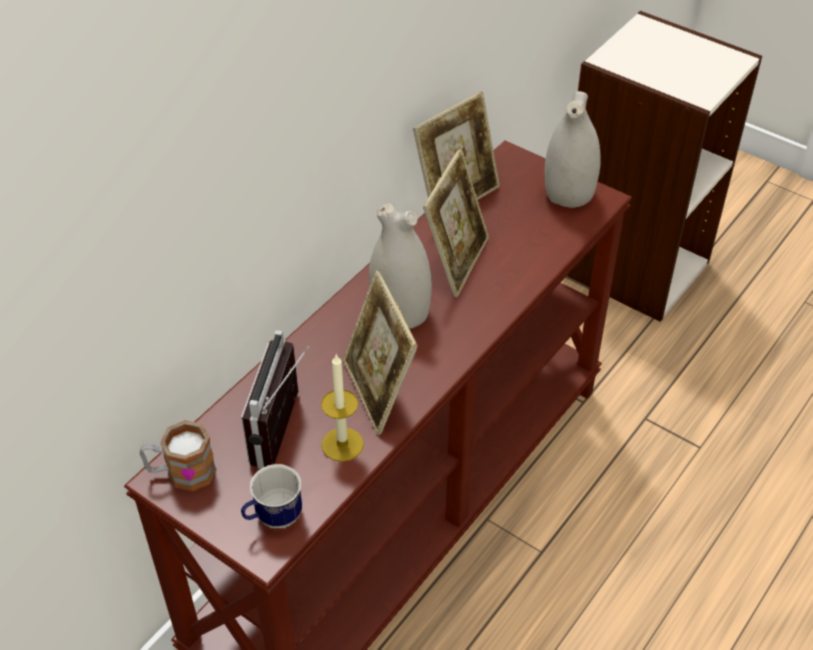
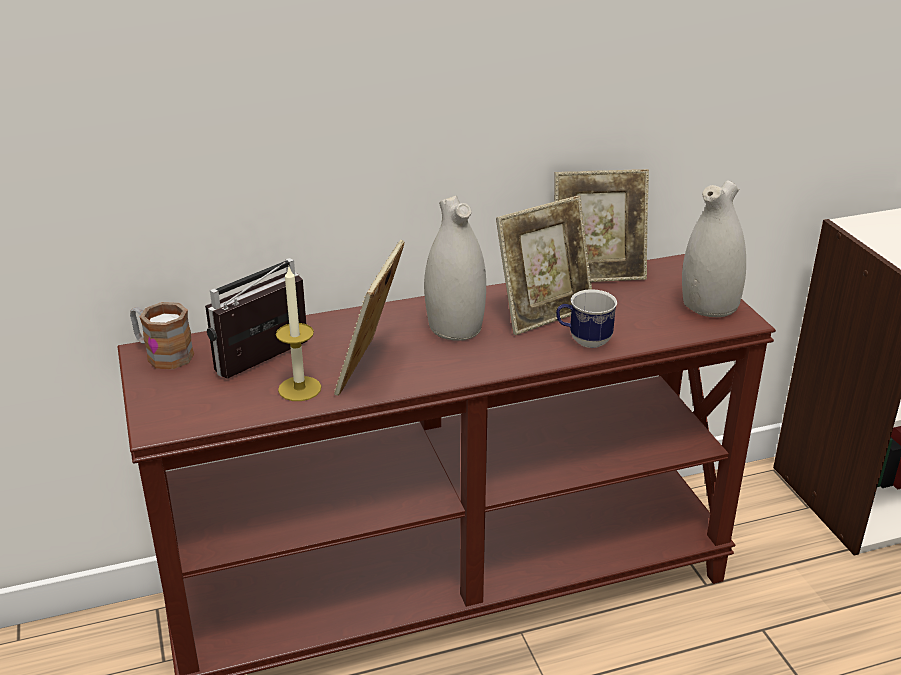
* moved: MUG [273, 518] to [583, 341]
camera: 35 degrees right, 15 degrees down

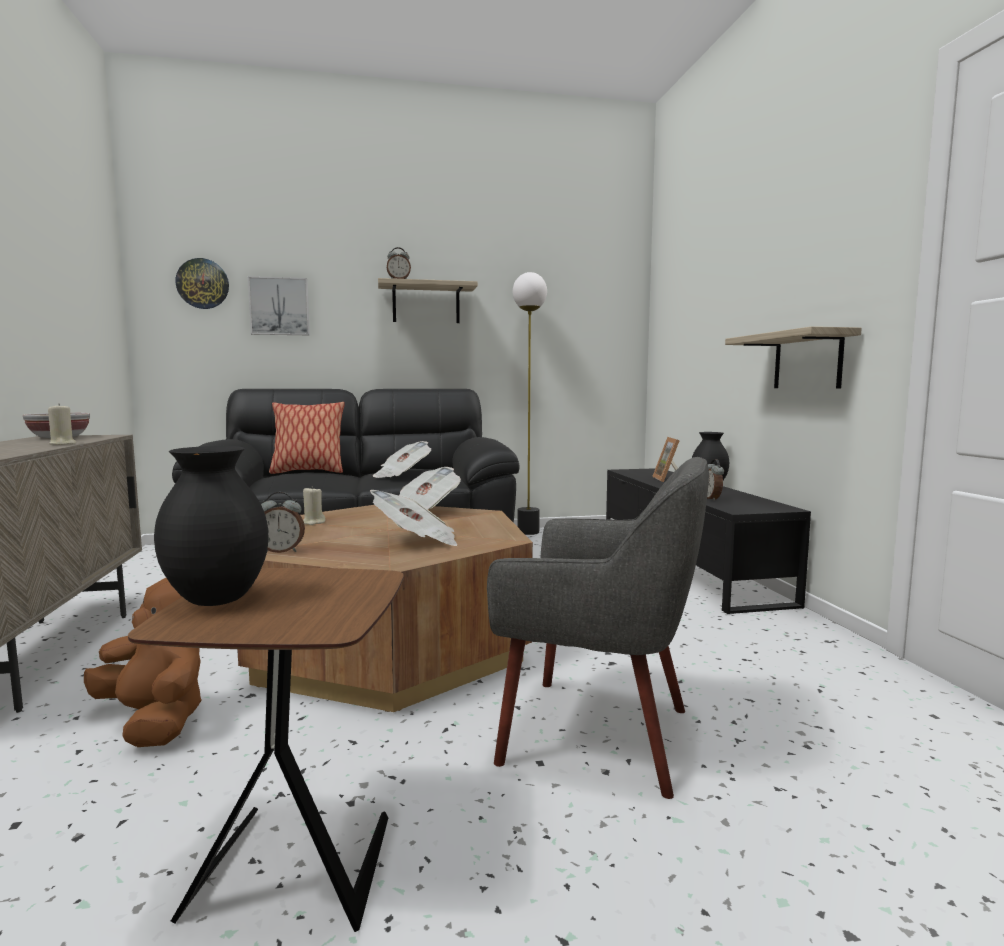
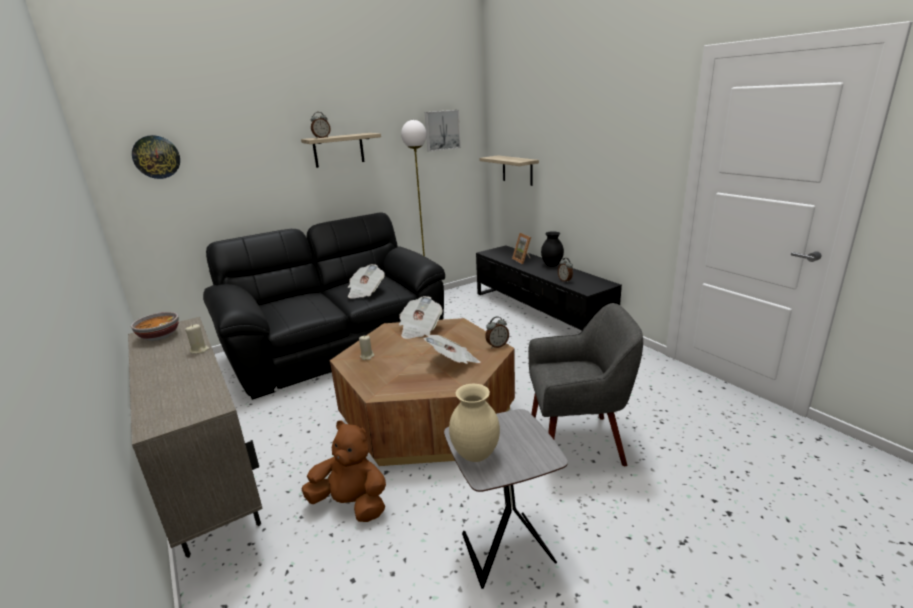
* removed: THROW PILLOW [308, 472]
* moved: WALL ART [279, 306] to [441, 130]
* moved: TABLE CLOCK [281, 551] to [497, 345]
* moved: SHELF [807, 361] to [517, 170]
* recoloured: BROWN-COLOURED ACCENT TABLE [295, 861] to GRAY ACCENT TABLE [504, 546]
* recoloured: BLACK-COLOURED DECORATIVE VASE [219, 600] to SAND-COLOURED DECORATIVE VASE [476, 454]
camera: 20 degrees left, 15 degrees up

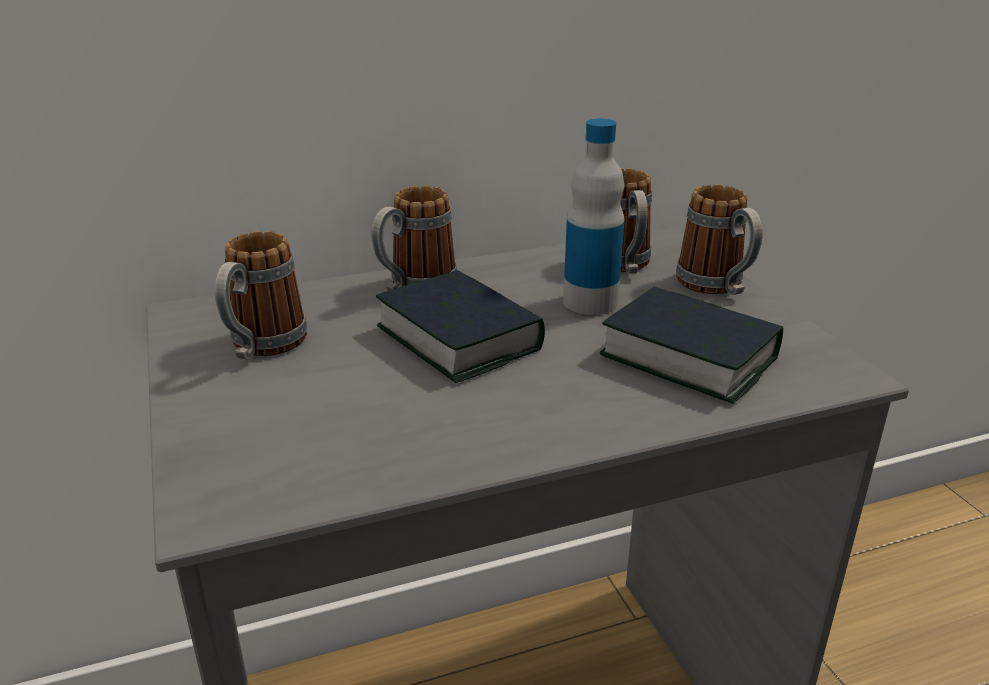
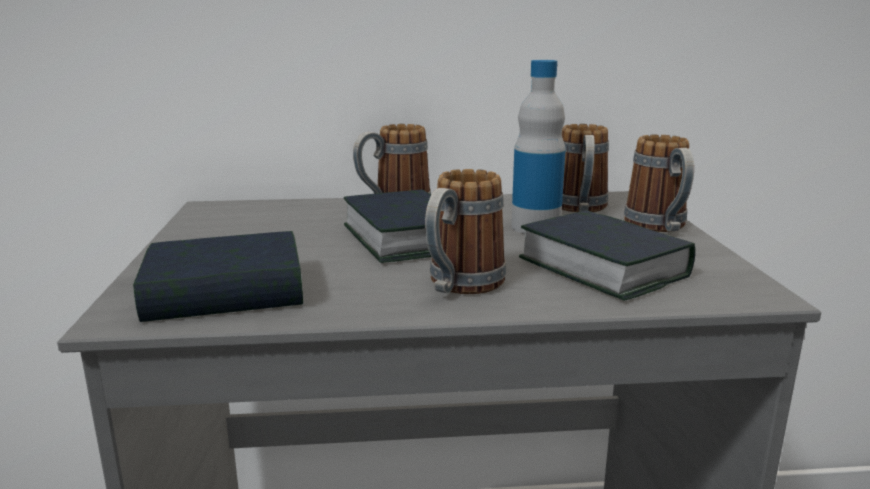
* added: BOOK [225, 292]
* moved: MUG [261, 348] to [459, 287]
camera: 15 degrees right, 10 degrees down

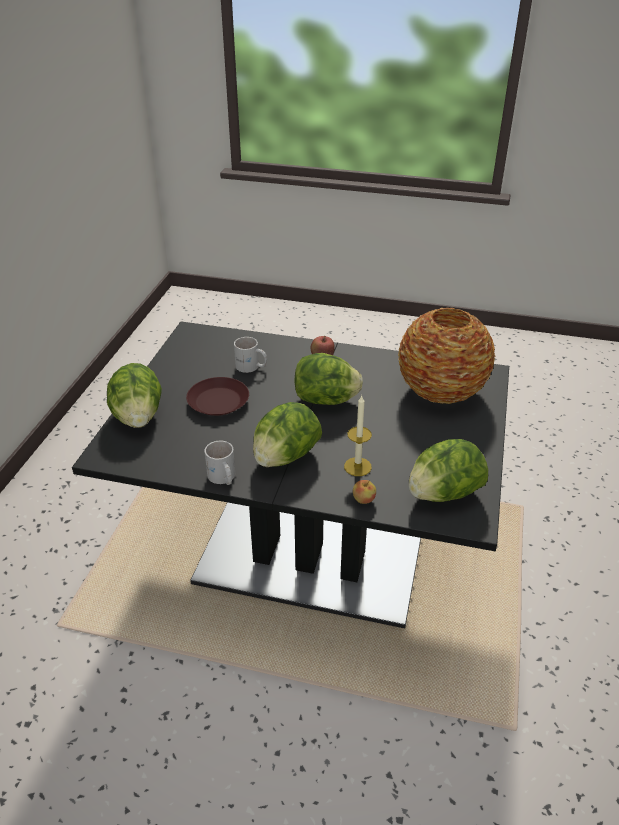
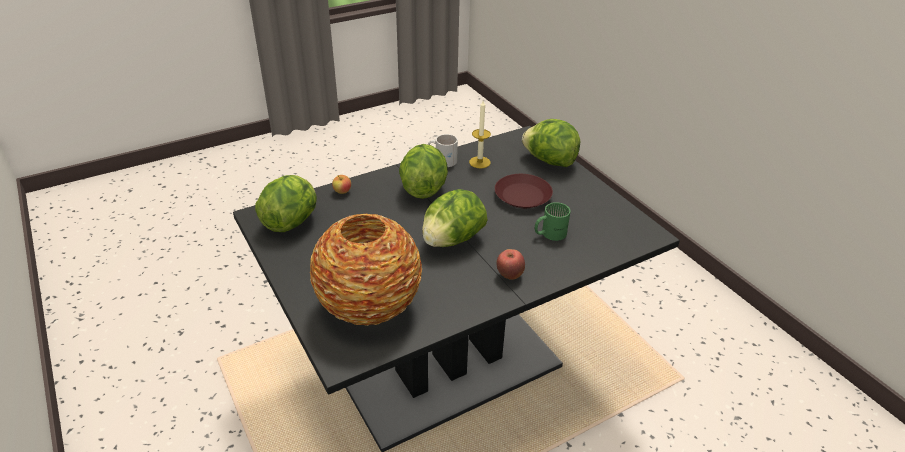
* moved: WAX LIGHT [357, 466] to [479, 162]
* recoloured: WHITISH MUG [251, 367] to GREEN-COLOURED MUG [549, 233]
camera: 135 degrees right, 0 degrees up

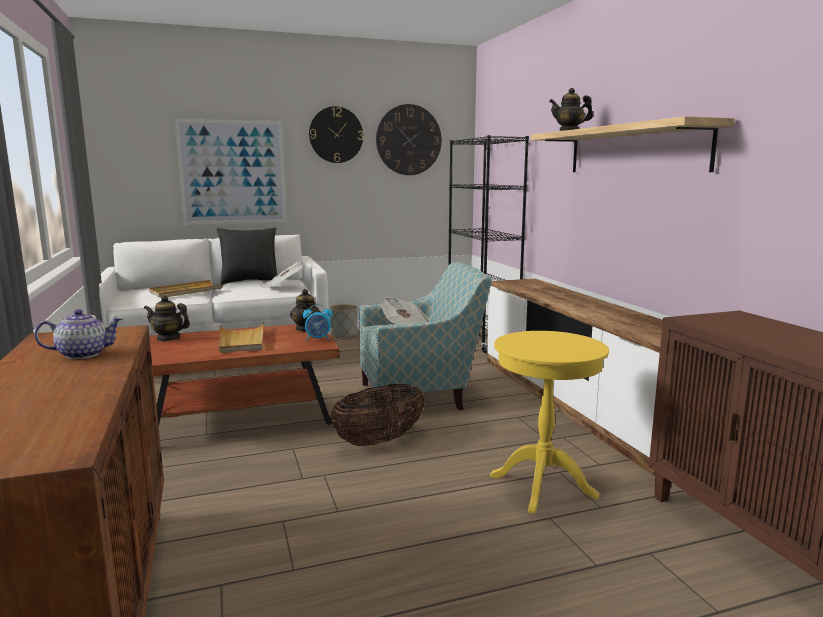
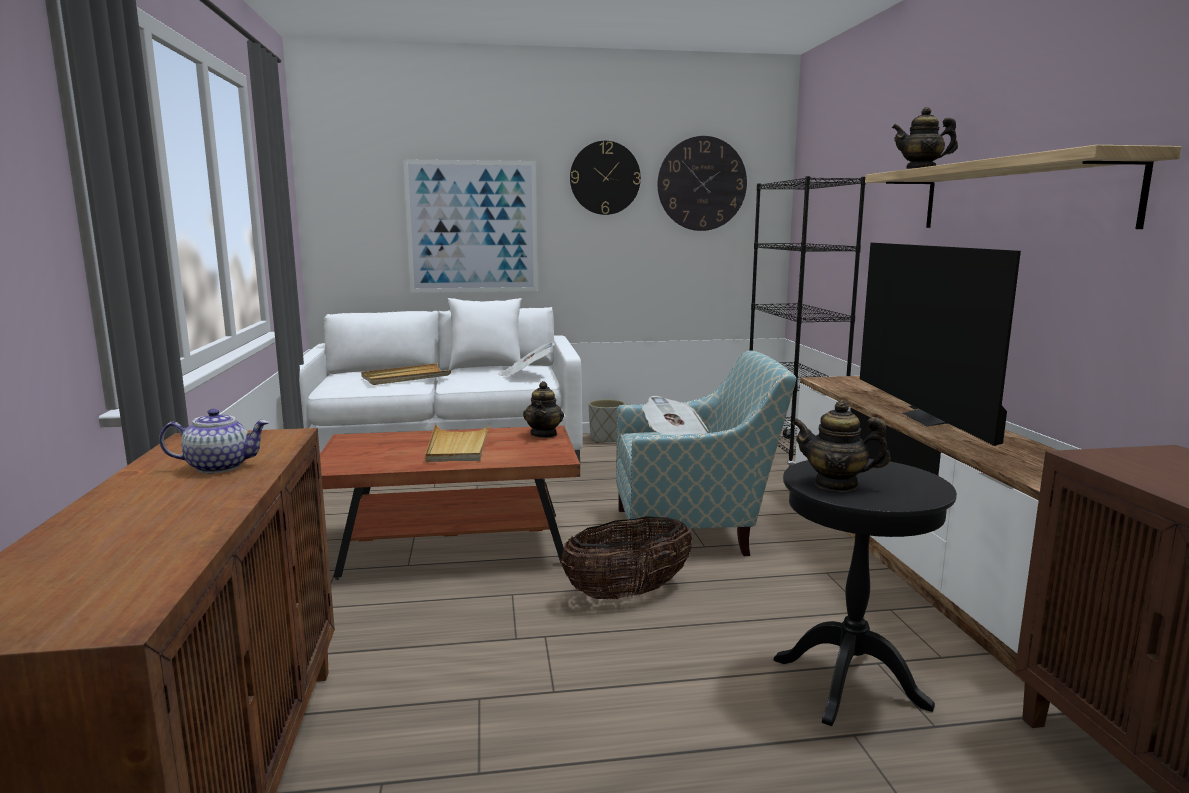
* removed: TABLE CLOCK [318, 339]
* added: TV SET [931, 419]
* moved: POT FOR TEA [168, 338] to [836, 484]
* recoloured: BLACK-COLOURED THROW PILLOW [250, 282] to WHITISH THROW PILLOW [486, 367]
* recoloured: YELLOWISH ACCENT TABLE [542, 486] to BLACK-COLOURED ACCENT TABLE [849, 683]
camera: 10 degrees right, 0 degrees up

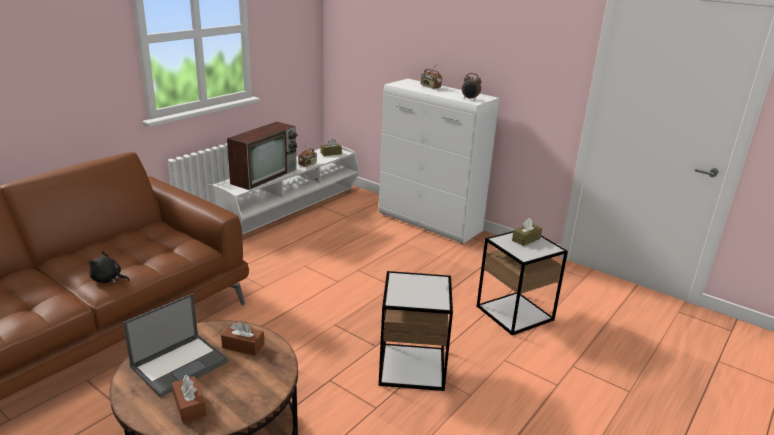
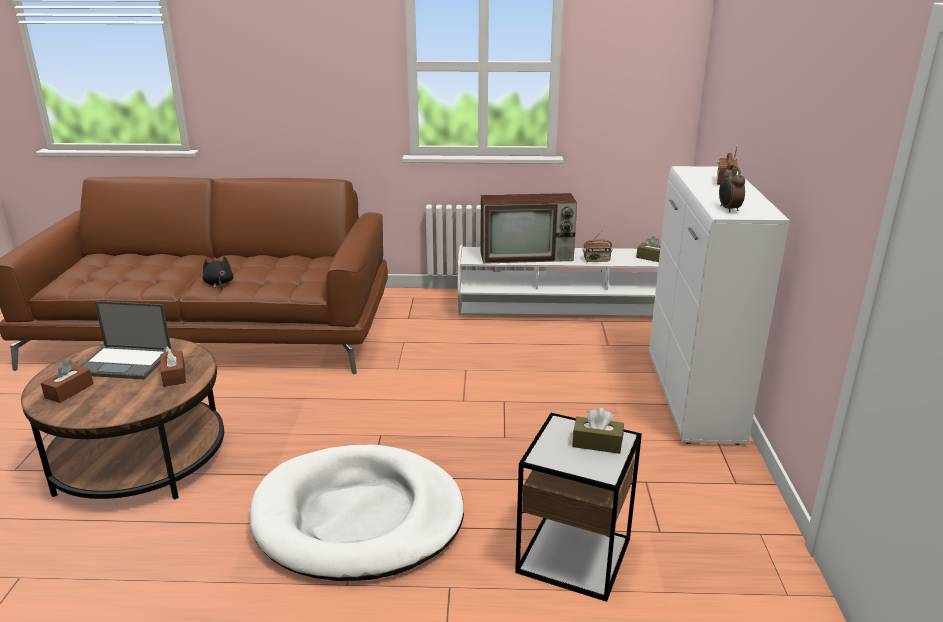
* replaced: ACCENT TABLE [412, 366] to WHITISH PET BED [358, 517]
camera: 55 degrees right, 0 degrees up

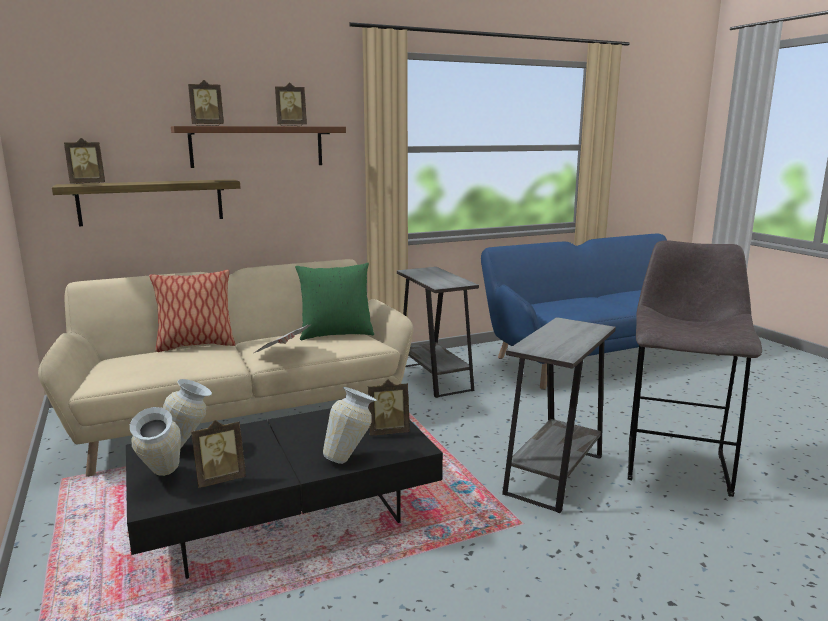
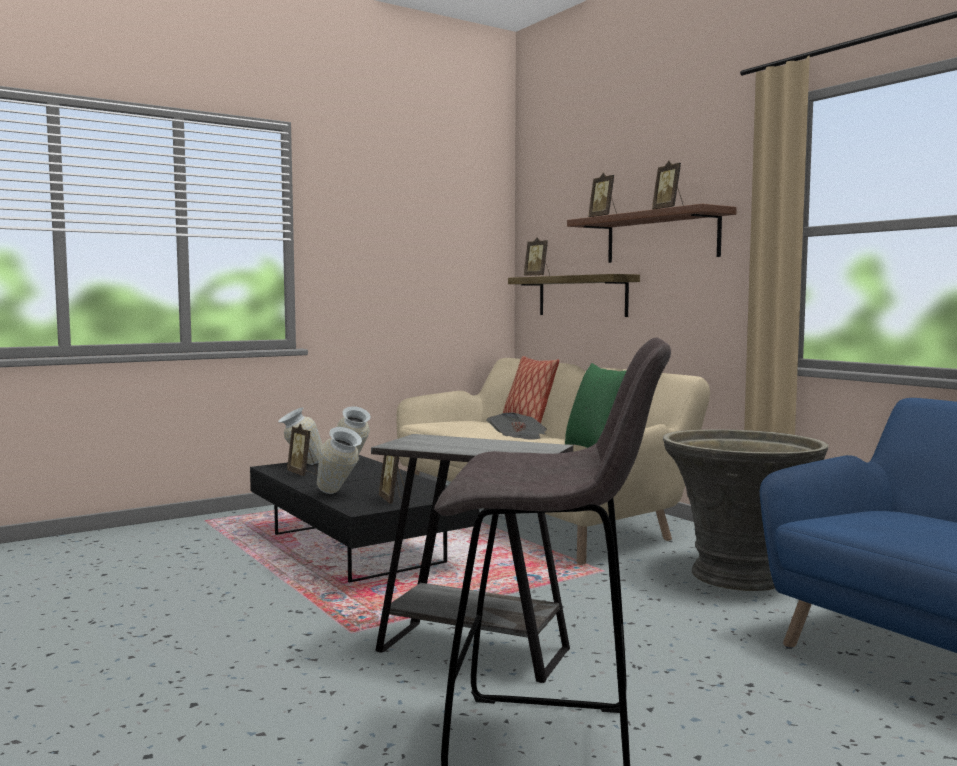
* replaced: GRAY ACCENT TABLE [434, 378] to GRAY PLANT POT [739, 576]
camera: 80 degrees right, 10 degrees down

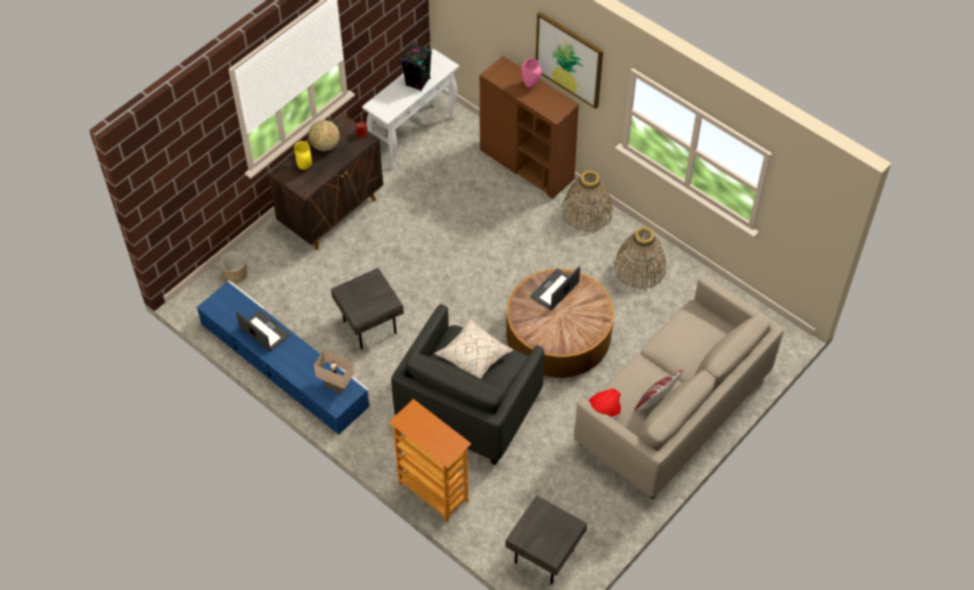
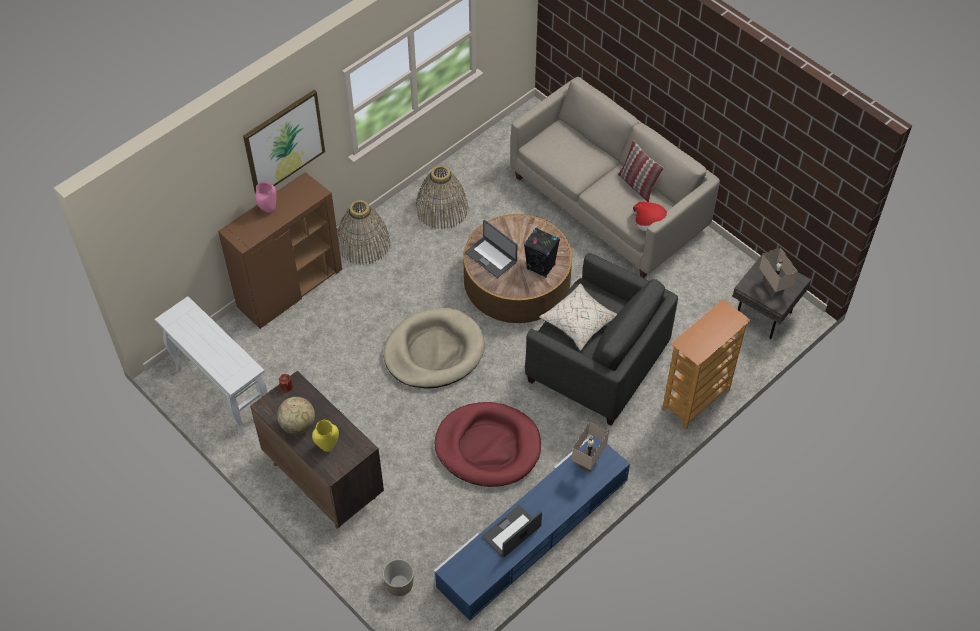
* added: SAND-COLOURED PET BED [434, 351]
* added: SAND-COLOURED LAMP FOR A TABLE [774, 288]
* moved: BLACK-COLOURED SPEAKER [417, 82] to [541, 267]
* replaced: GRAY ACCENT TABLE [370, 325] to RED PET BED [488, 447]
camera: 85 degrees left, 0 degrees up

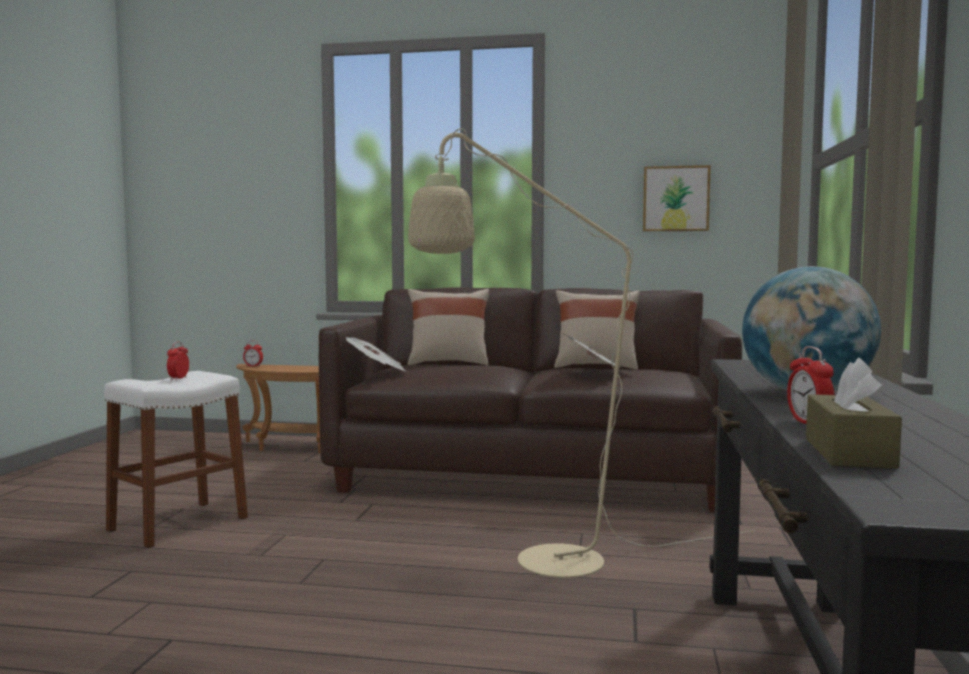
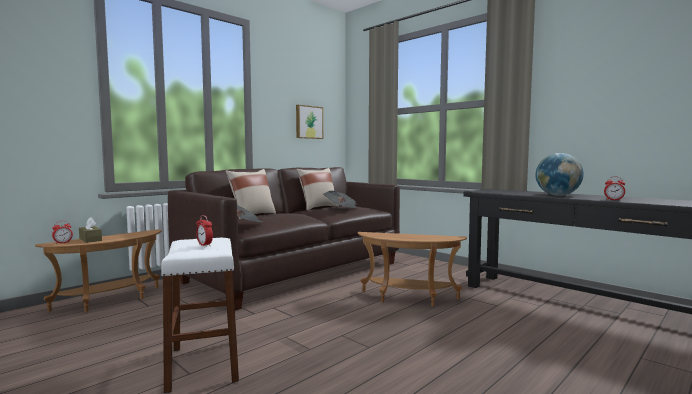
* moved: BROWN-COLOURED BOX OF TISSUES [849, 453] to [90, 239]
* replaced: SAND-COLOURED FLOOR LAMP [539, 564] to BROWN-COLOURED ACCENT TABLE [408, 299]
camera: 55 degrees left, 0 degrees up

